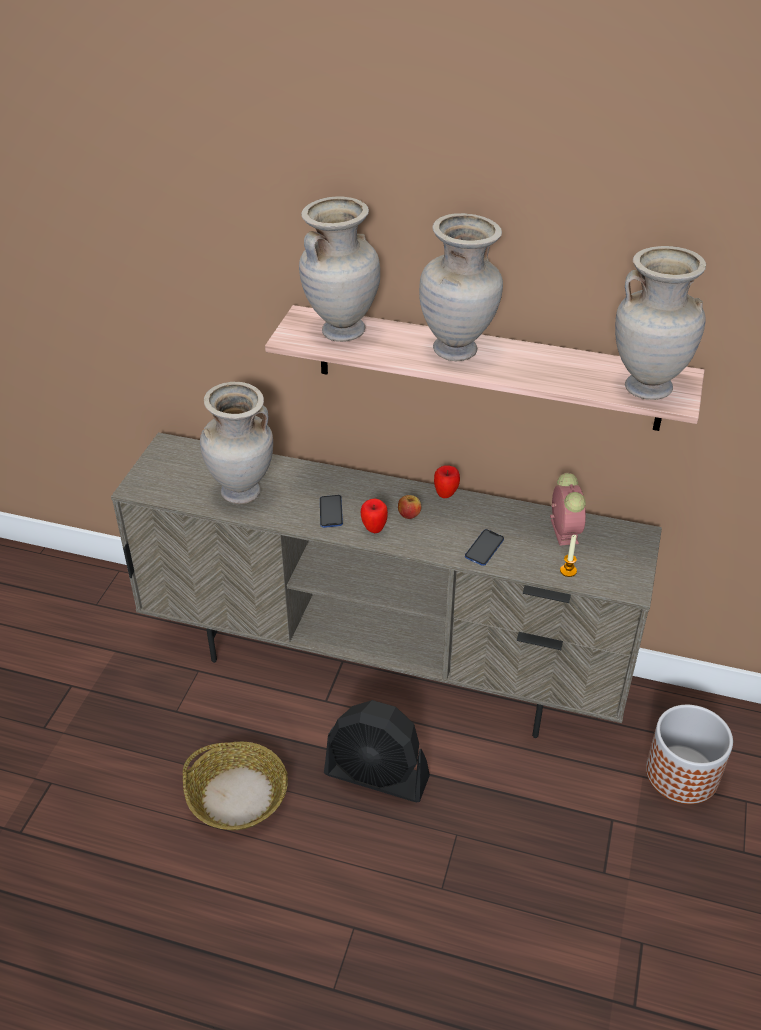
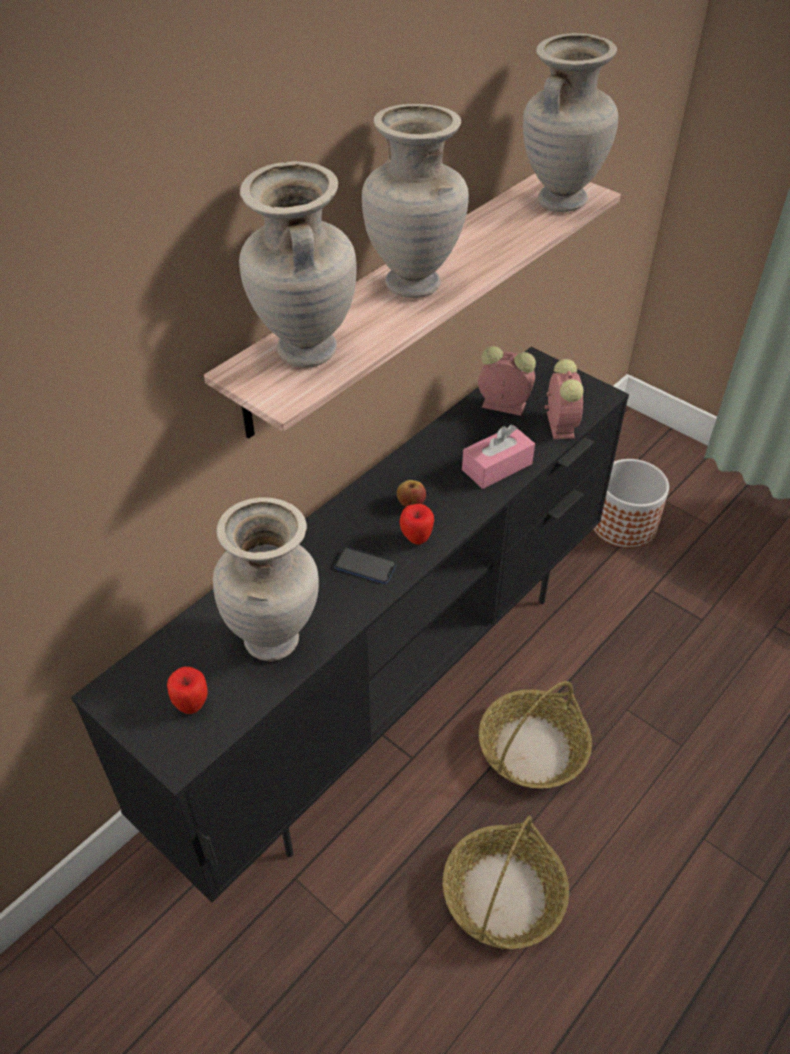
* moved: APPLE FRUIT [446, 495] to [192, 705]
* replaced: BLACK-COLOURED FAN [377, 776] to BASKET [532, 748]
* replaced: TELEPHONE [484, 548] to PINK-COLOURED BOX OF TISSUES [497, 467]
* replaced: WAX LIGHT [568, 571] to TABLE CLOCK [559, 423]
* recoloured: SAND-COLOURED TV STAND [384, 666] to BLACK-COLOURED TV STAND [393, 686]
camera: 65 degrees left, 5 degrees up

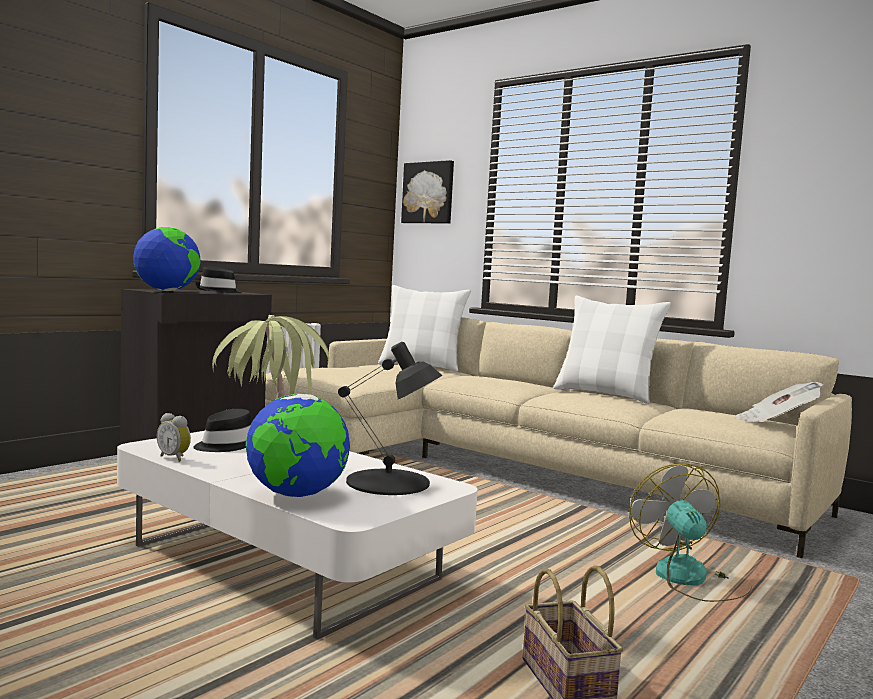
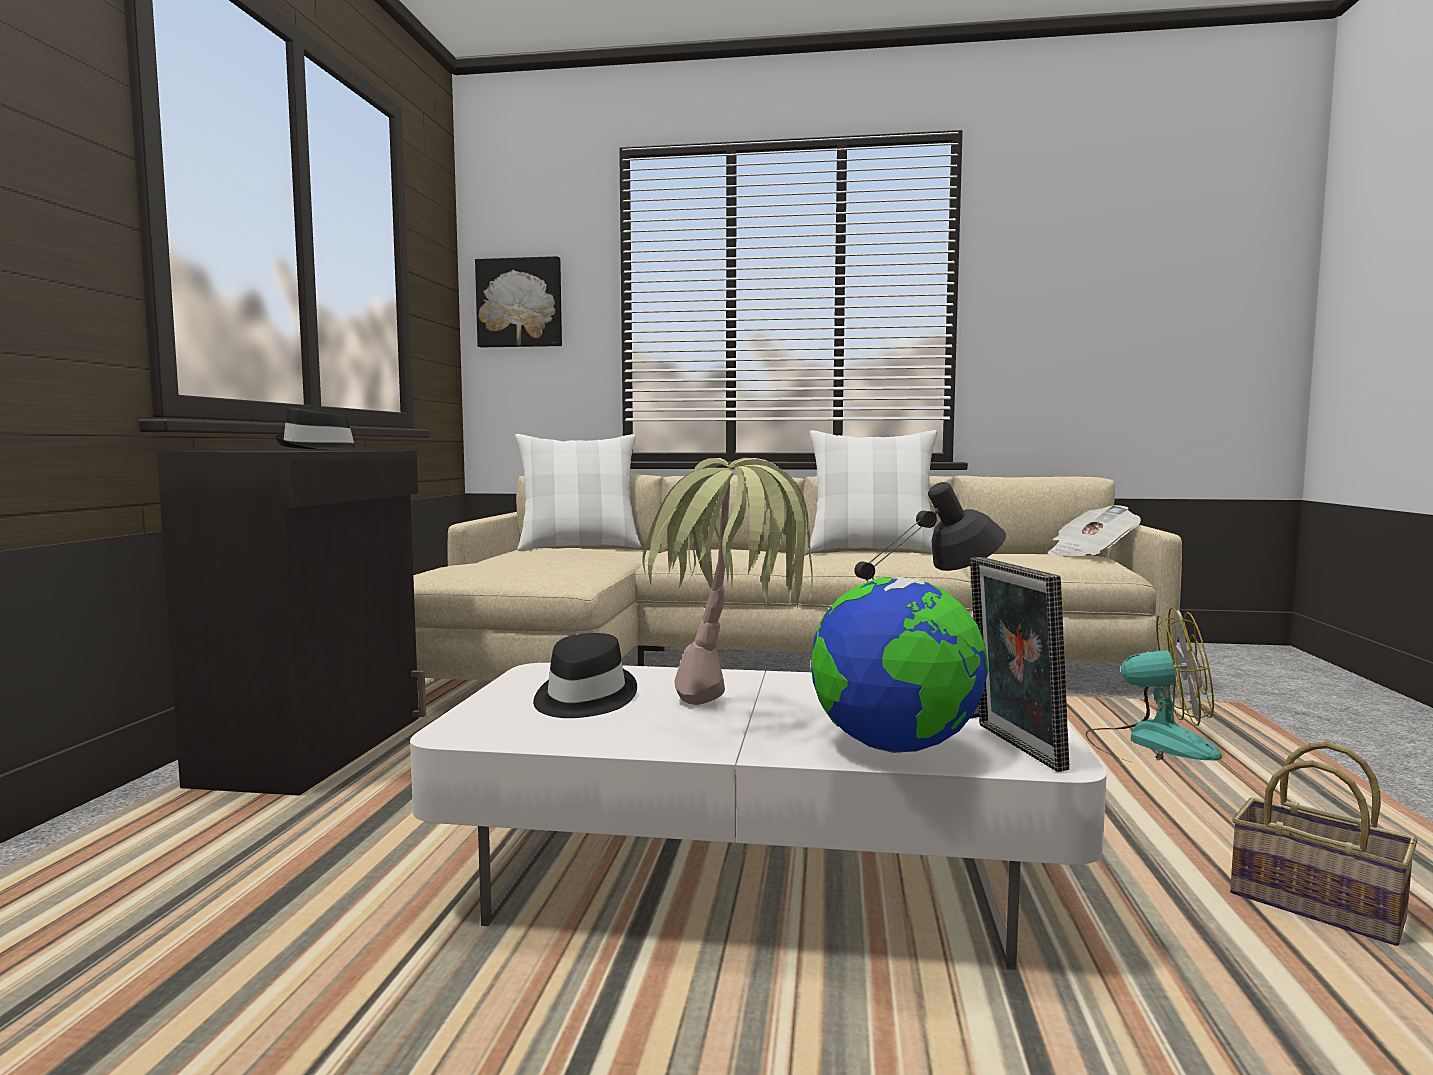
* removed: GLOBE [167, 291]
* removed: TABLE CLOCK [175, 458]
* added: STANDING FRAME [1012, 747]
* turned: FAN [690, 580] = [1150, 745] 150 degrees clockwise
camera: 30 degrees left, 0 degrees up

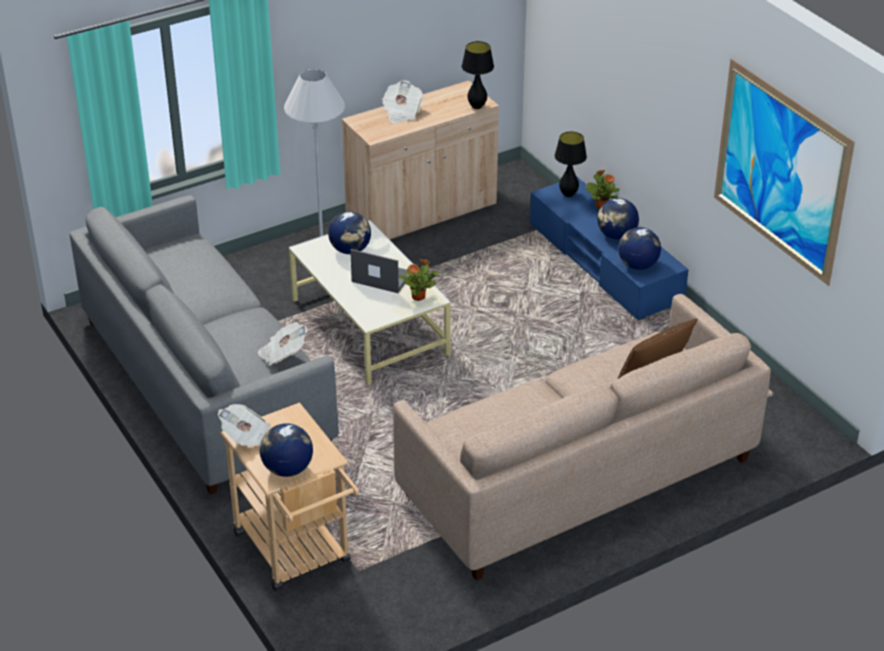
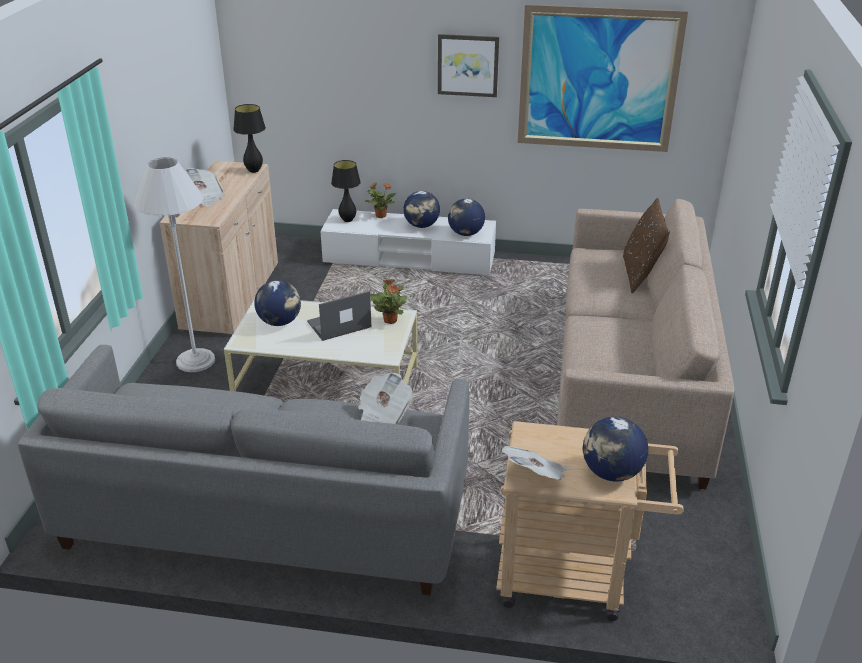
* added: WALL ART [468, 65]
* recoloured: BLUE TV STAND [604, 263] to WHITISH TV STAND [409, 258]
camera: 50 degrees left, 5 degrees down

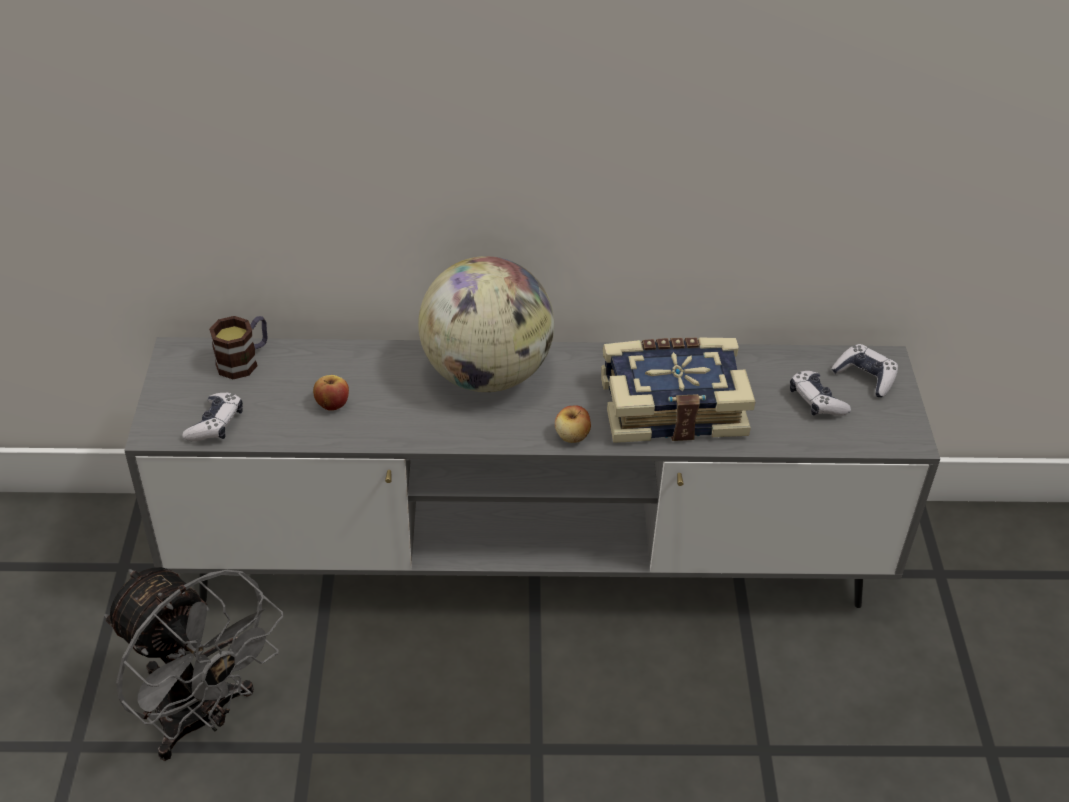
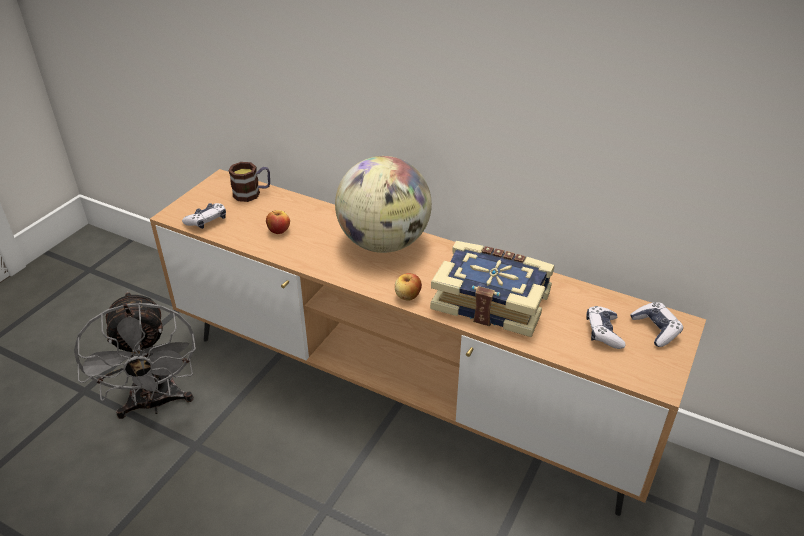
* recoloured: GRAY TV STAND [528, 563] to BROWN-COLOURED TV STAND [403, 391]
camera: 30 degrees right, 5 degrees down

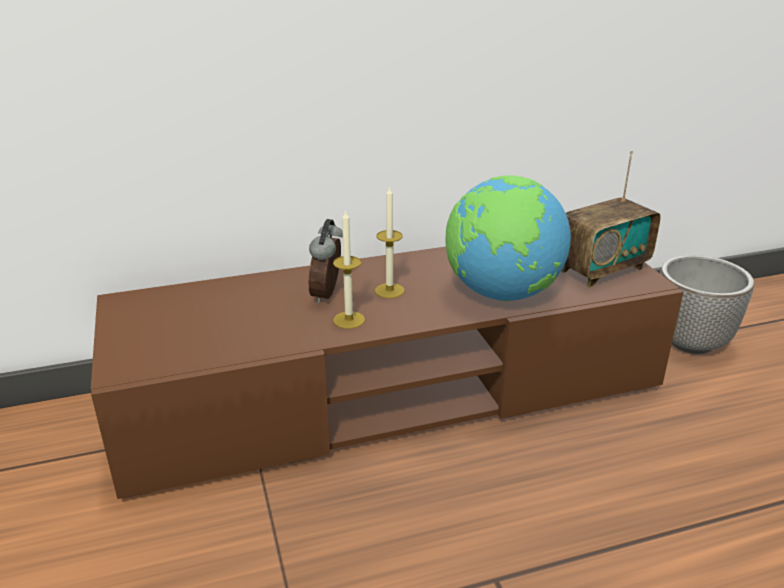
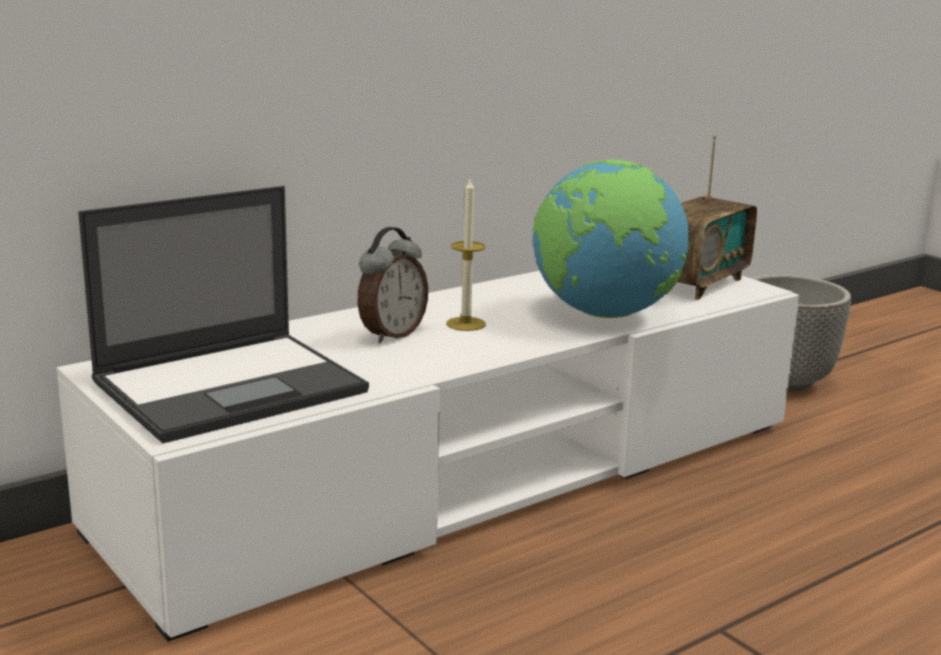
* removed: WAX LIGHT [349, 320]
* added: LAPTOP [232, 386]
* recoloured: BROWN-COLOURED TV STAND [392, 393] to WHITISH TV STAND [466, 475]
* turned: TABLE CLOCK [328, 294] = [391, 335] 135 degrees counterclockwise
camera: 20 degrees left, 10 degrees down

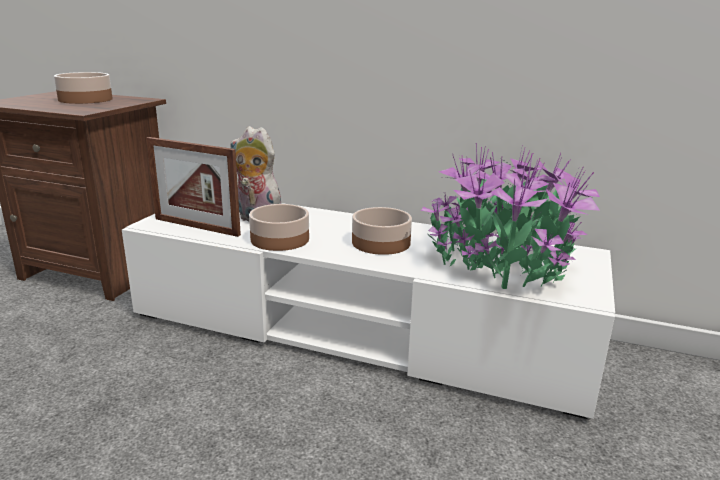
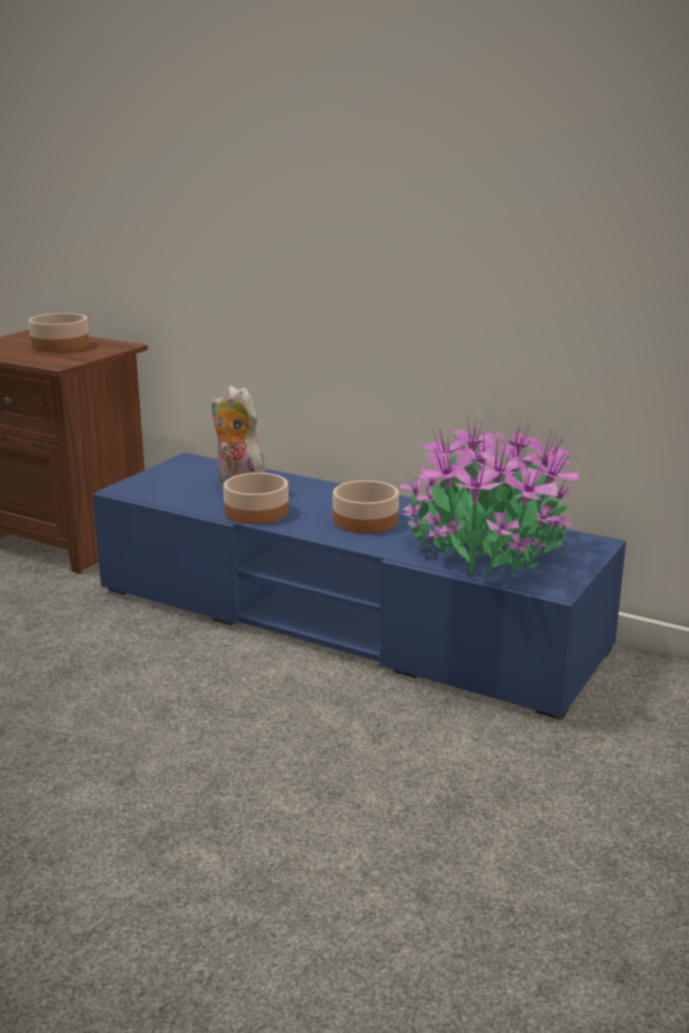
* removed: STANDING FRAME [196, 227]
* recoloured: WHITISH TV STAND [358, 329] to BLUE TV STAND [344, 619]
camera: 10 degrees right, 0 degrees up

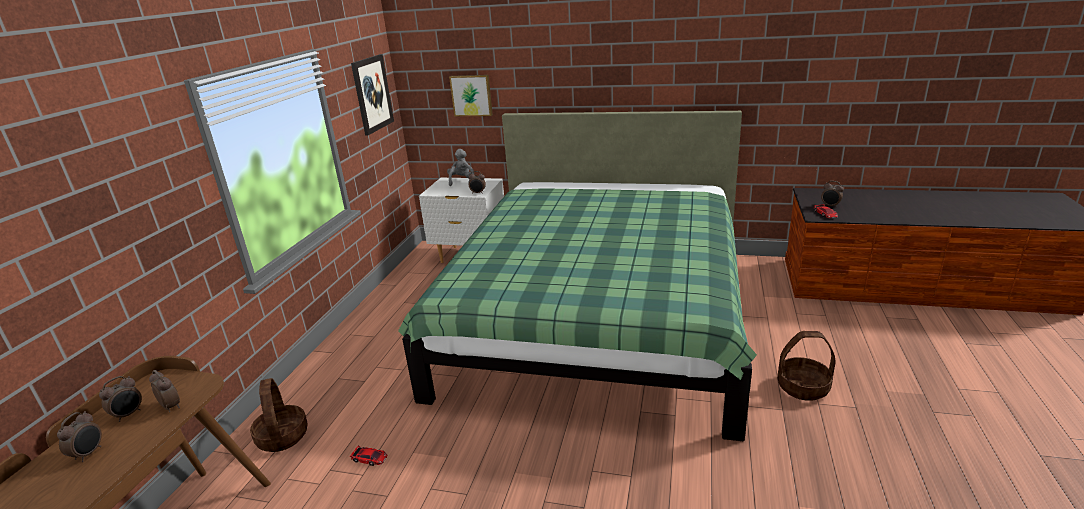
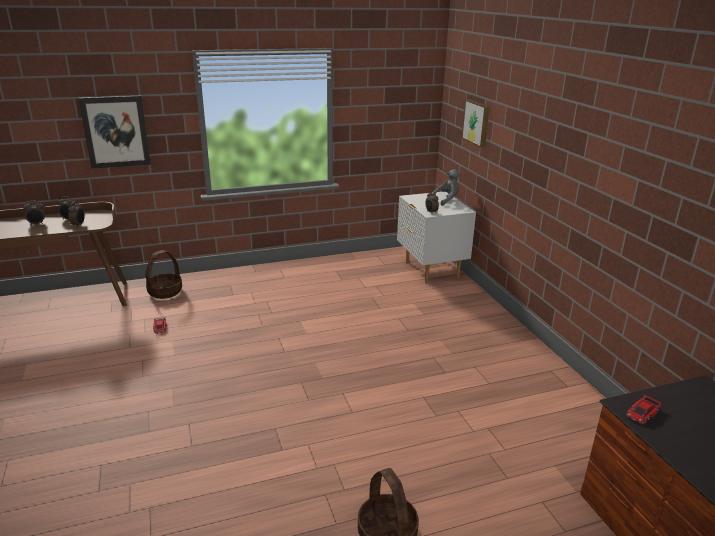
* removed: GREEN-COLOURED SLEEPING BED [597, 318]
* removed: TABLE CLOCK [830, 206]
* moved: WALL ART [372, 94] to [116, 132]
camera: 55 degrees right, 0 degrees up

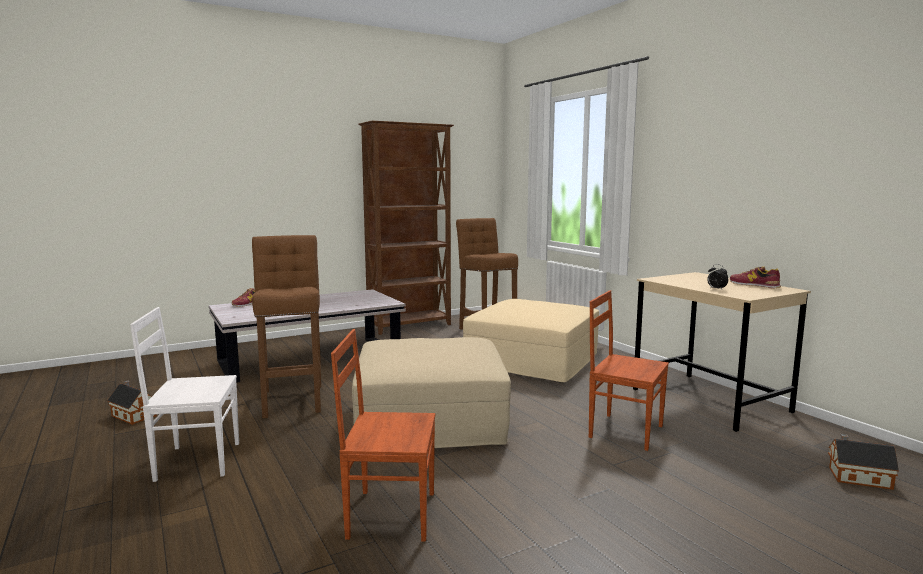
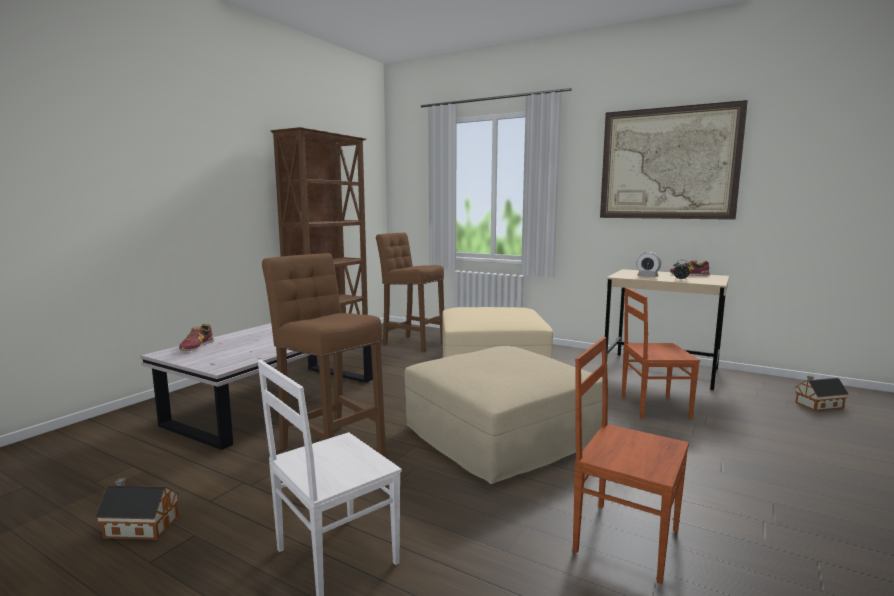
* added: WALL ART [668, 163]
* added: TABLE CLOCK [647, 276]
* turned: BROWN-COLOURED CHAIR [390, 514] = [625, 538] 60 degrees clockwise
camera: 30 degrees left, 0 degrees up

